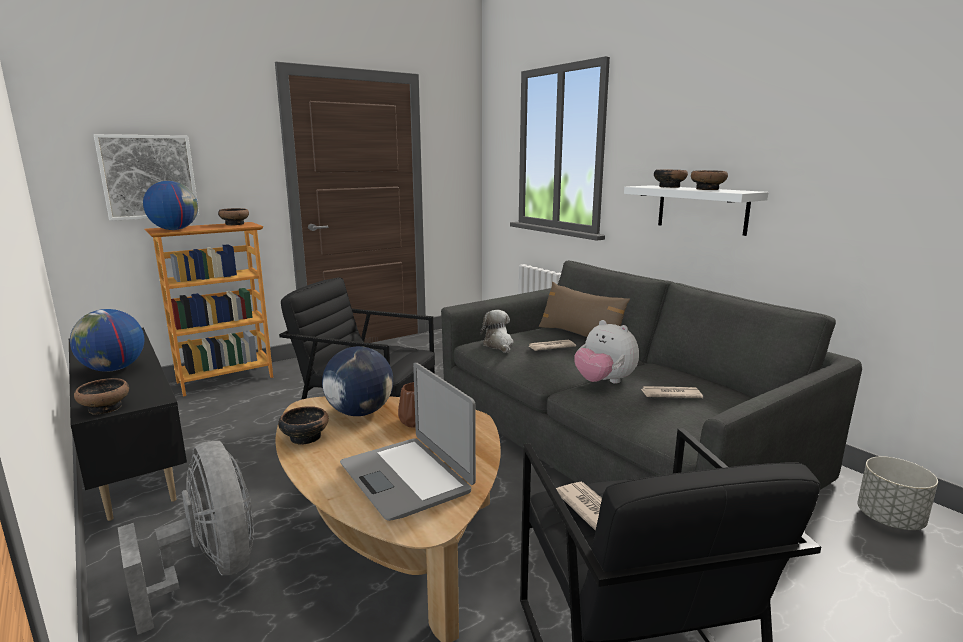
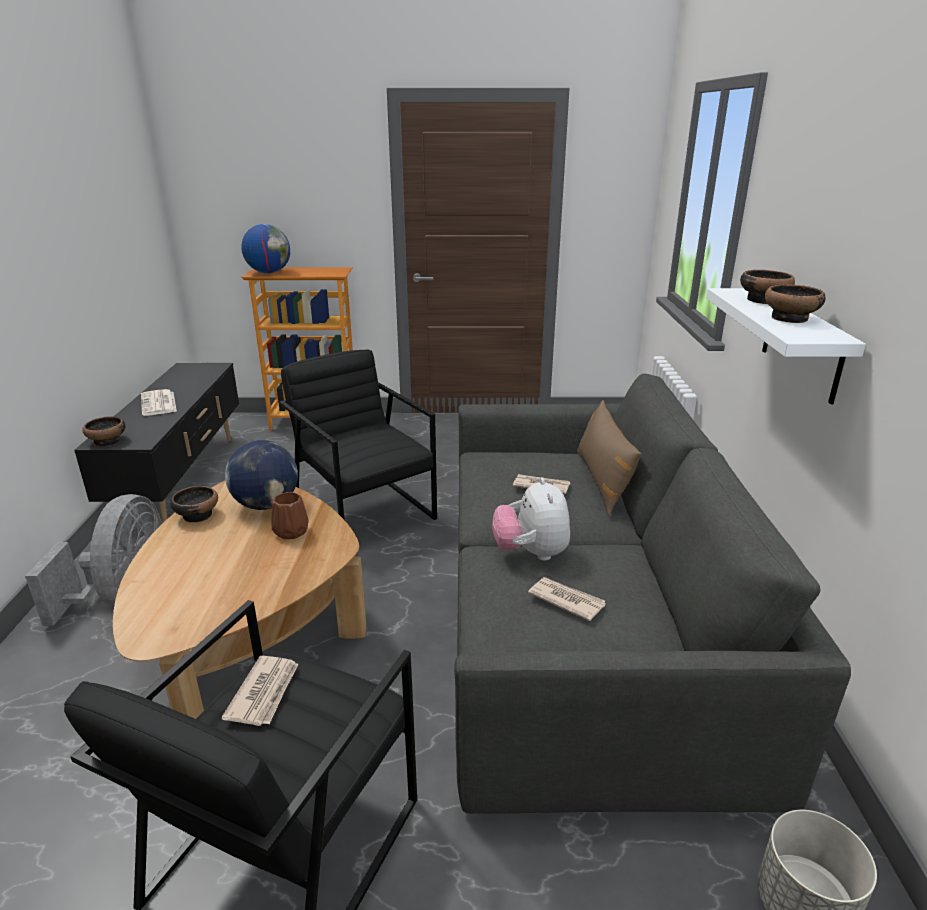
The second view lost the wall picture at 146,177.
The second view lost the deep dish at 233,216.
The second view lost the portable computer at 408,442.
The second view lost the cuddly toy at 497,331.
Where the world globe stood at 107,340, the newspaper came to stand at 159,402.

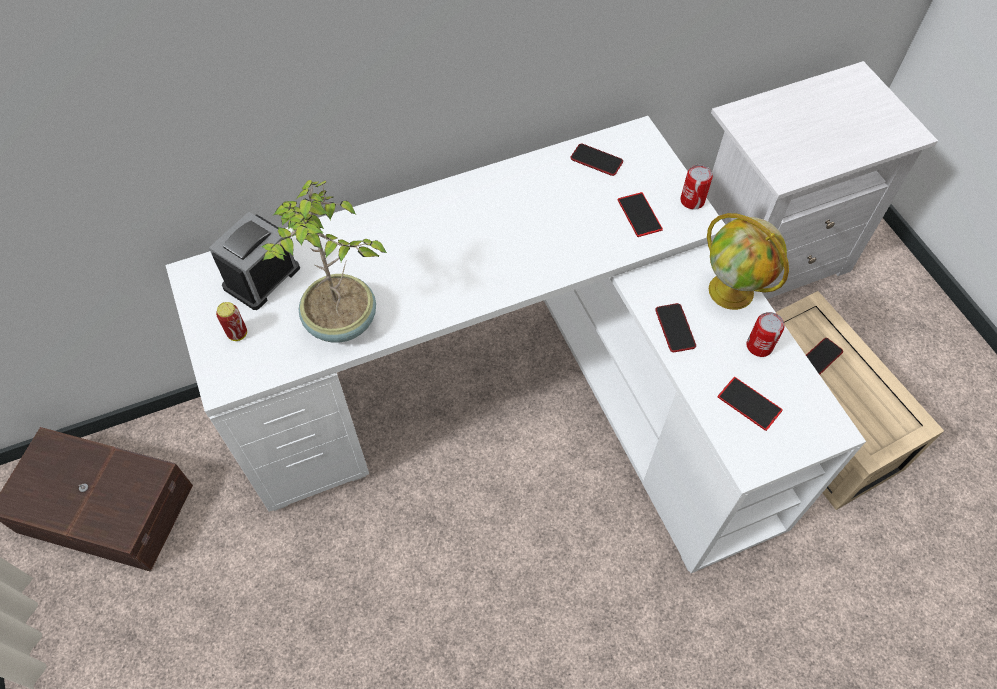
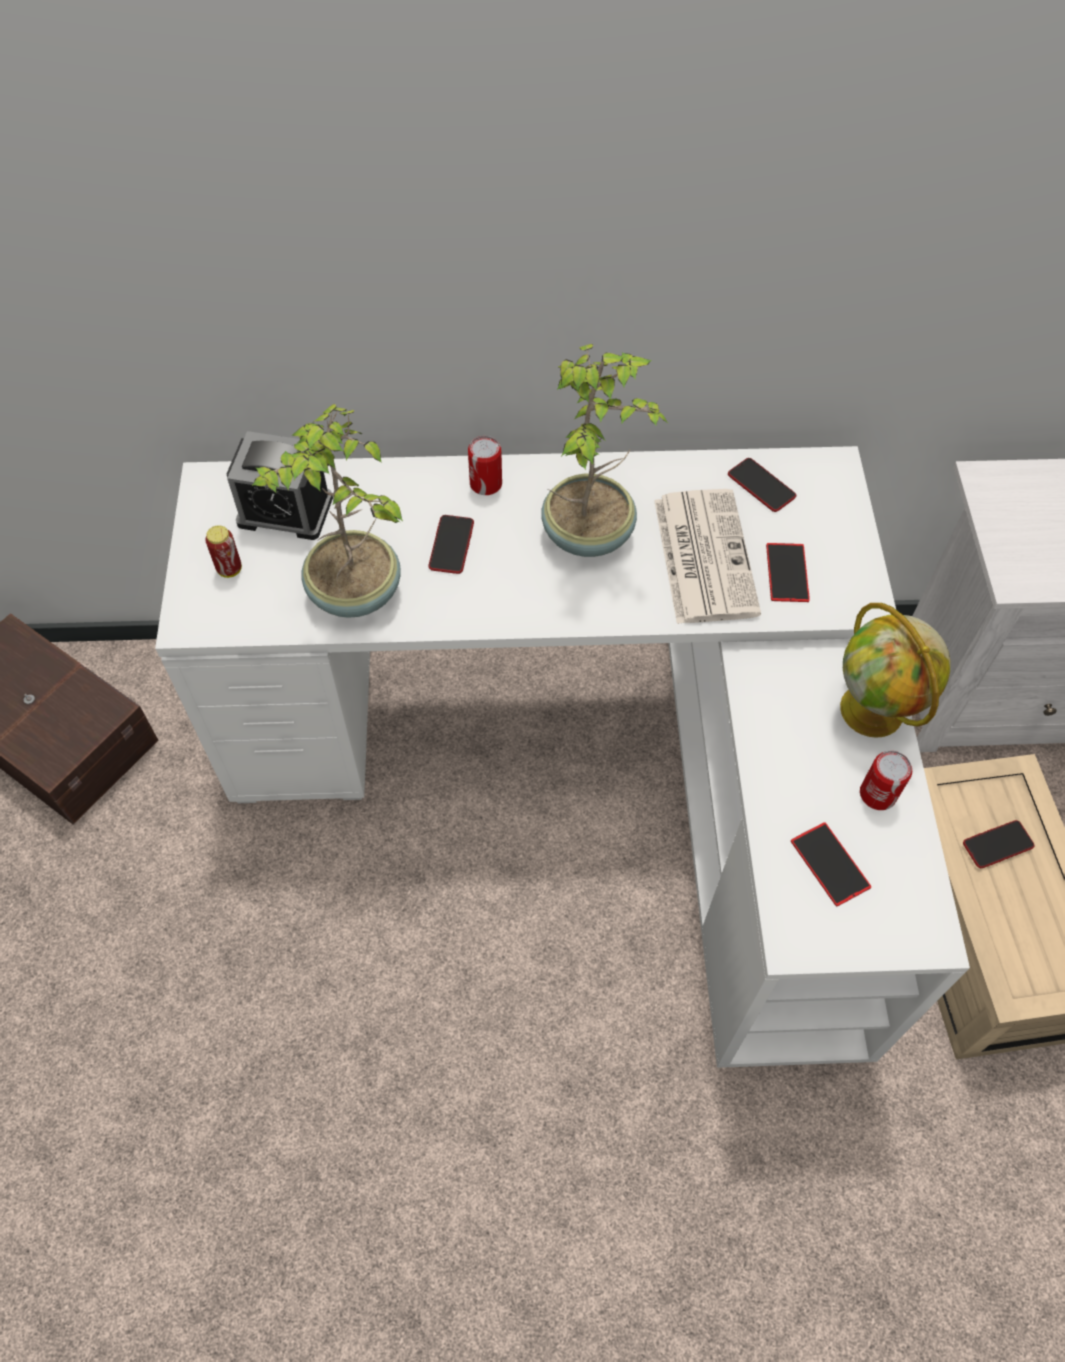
The second view gained the plant in a pot at 605,450.
The second view gained the newspaper at 707,556.
The phone ended up elsewhere, having gone from 676,327 to 451,544.
The metal can ended up elsewhere, having gone from 696,187 to 485,465.
The table clock at 254,261 ended up facing another way, 135 degrees counterclockwise from before.

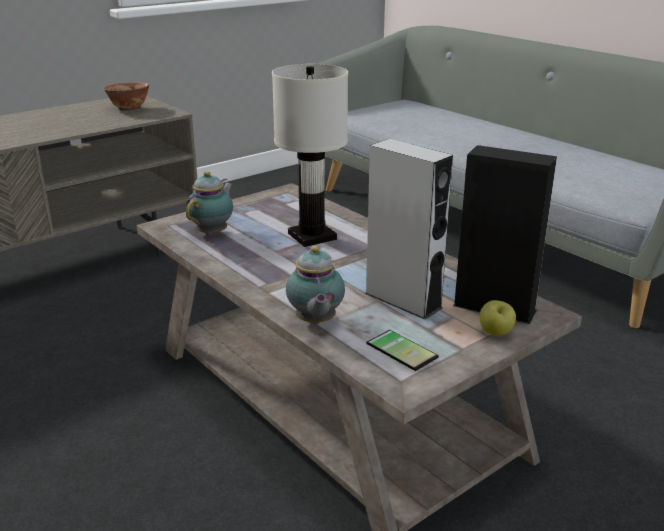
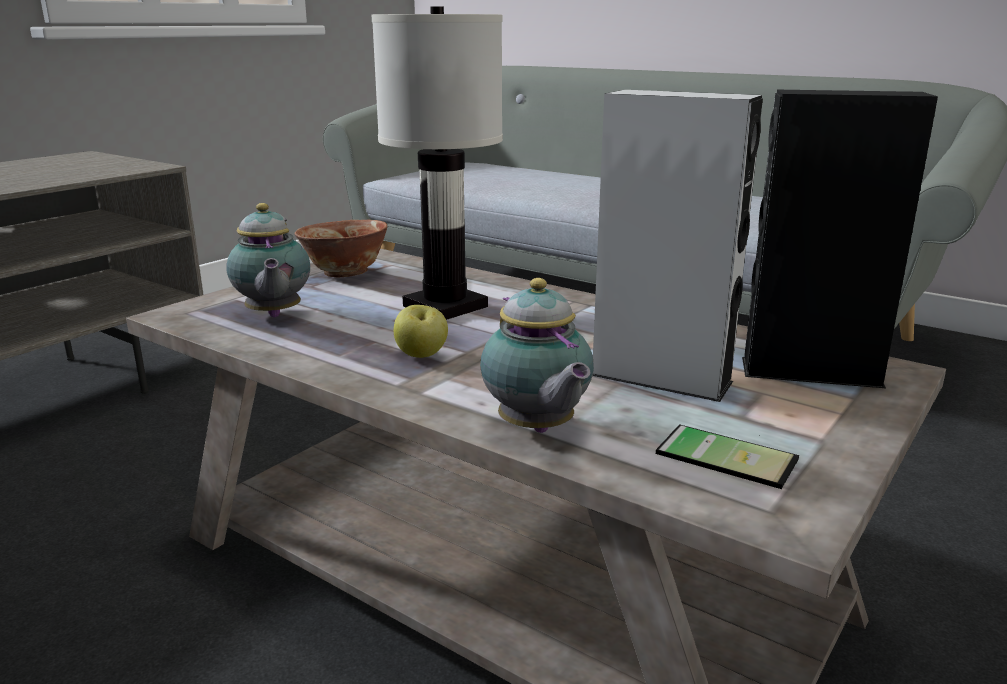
The deep dish ended up elsewhere, having gone from 126,96 to 341,248.
The apple fruit ended up elsewhere, having gone from 497,318 to 421,331.
The pot for tea at 209,203 ended up facing another way, 150 degrees clockwise from before.

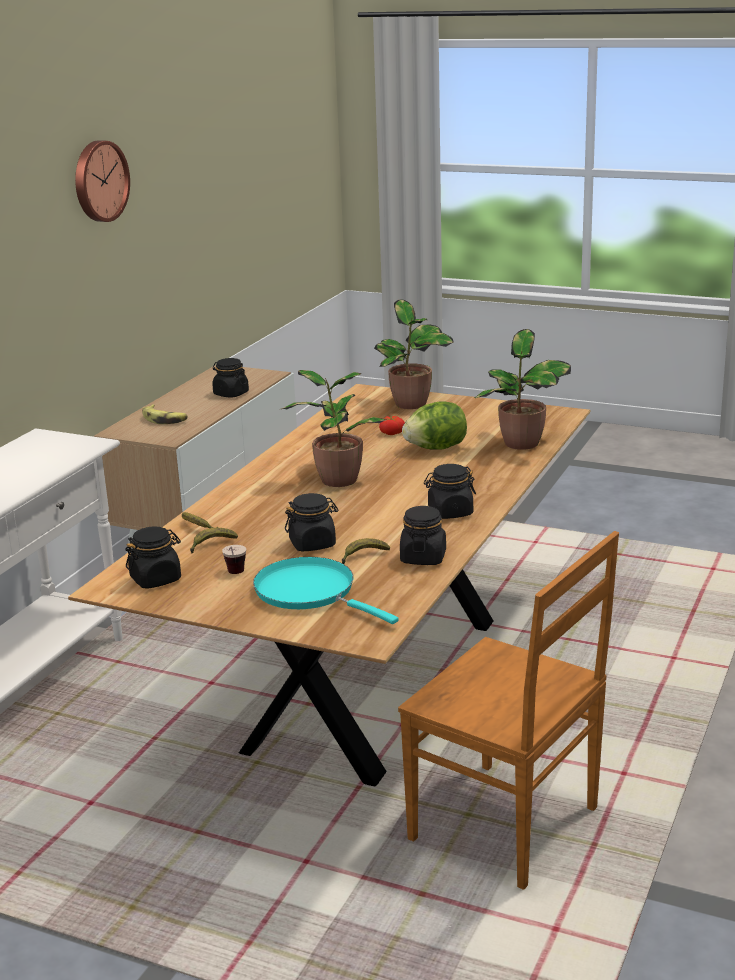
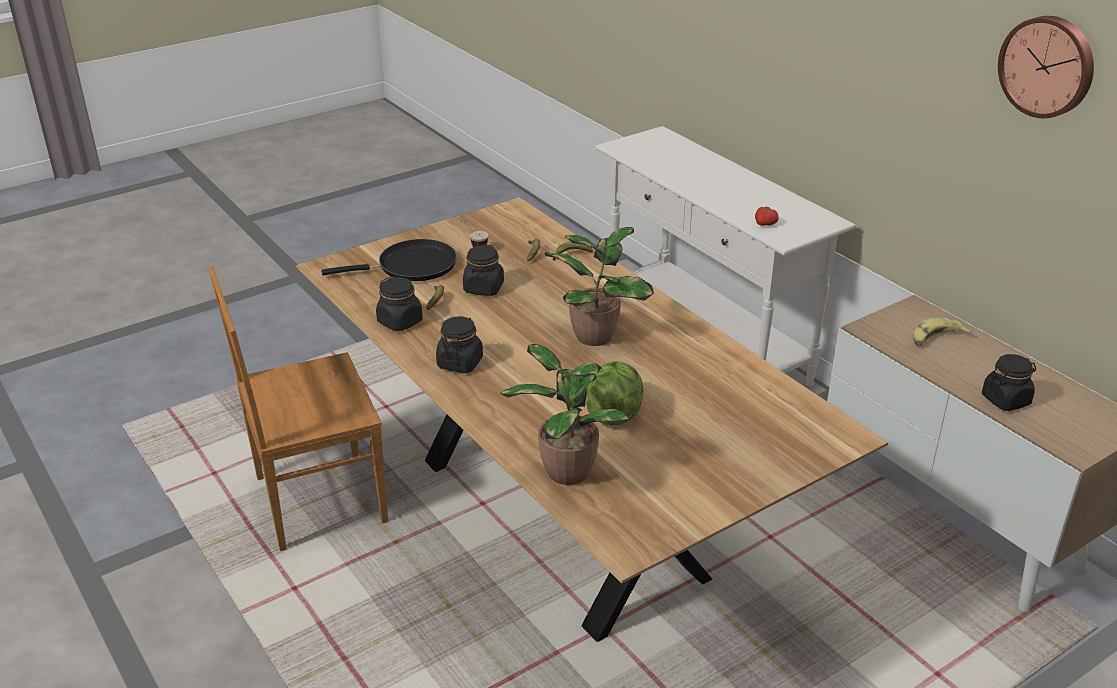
The second view lost the black preserve jar at 153,557.
The second view lost the plant in a pot at 414,354.
The whole tomato ended up elsewhere, having gone from 392,425 to 767,216.
What was the turquoise frying pan at 326,590 turned into the black frying pan at 389,260.

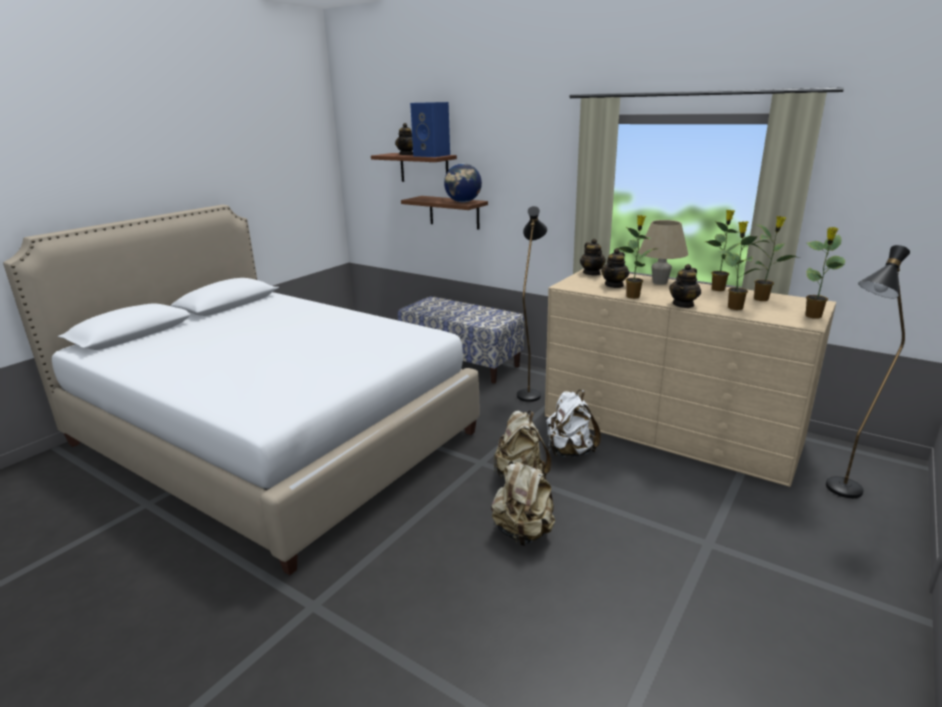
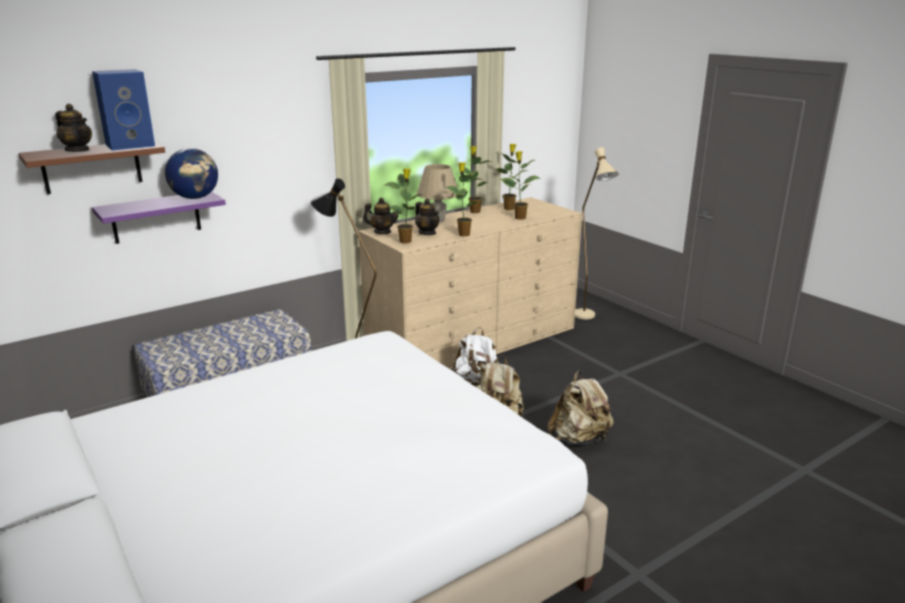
The second view lost the pot for tea at 685,286.
The plant in a pot ended up elsewhere, having gone from 825,273 to 403,206.
What was the brownish shelf at 444,213 turned into the purplish shelf at 159,218.
What was the black standing lamp at 868,371 turned into the sand-coloured standing lamp at 597,233.

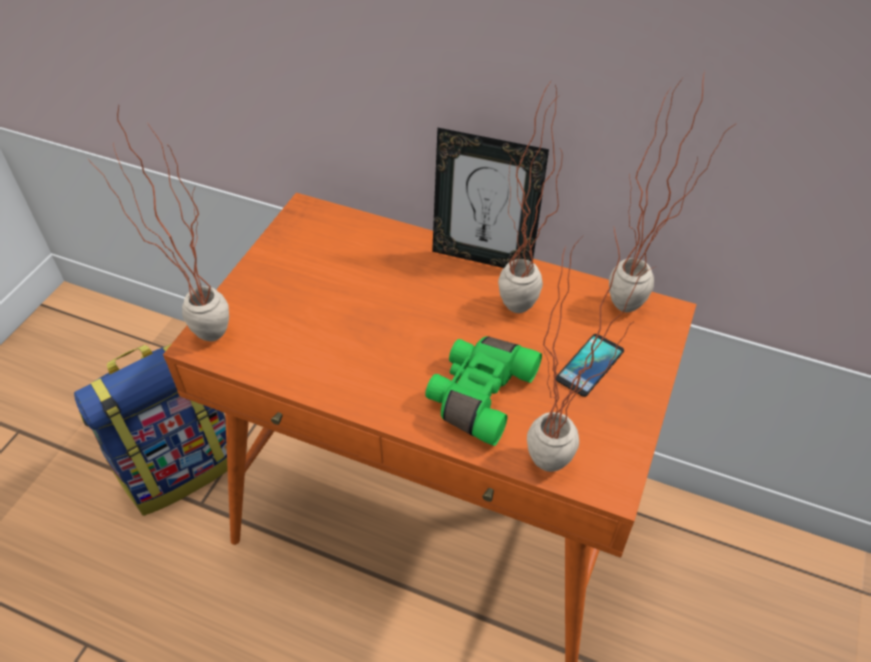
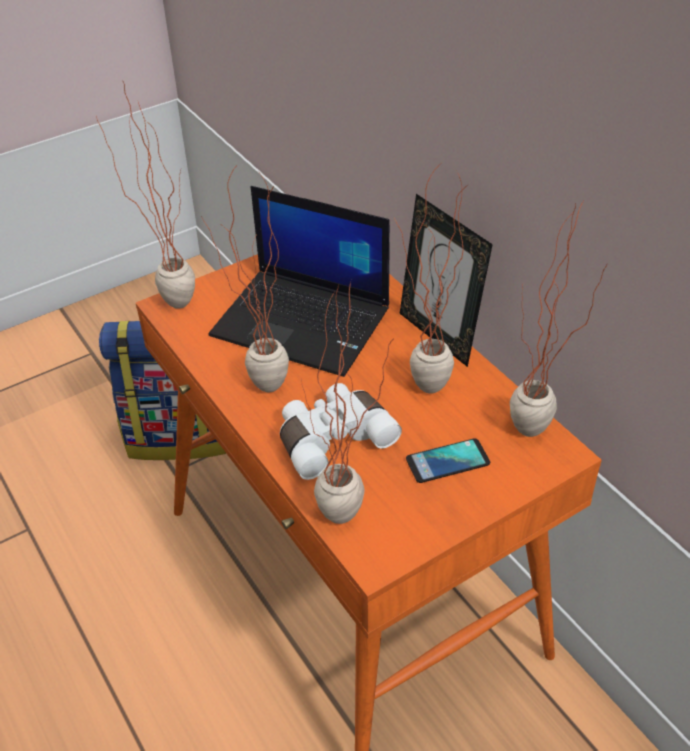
The second view gained the plant in a pot at 245,277.
The second view gained the portable computer at 299,281.
What was the green field glasses at 483,391 turned into the white-coloured field glasses at 341,431.

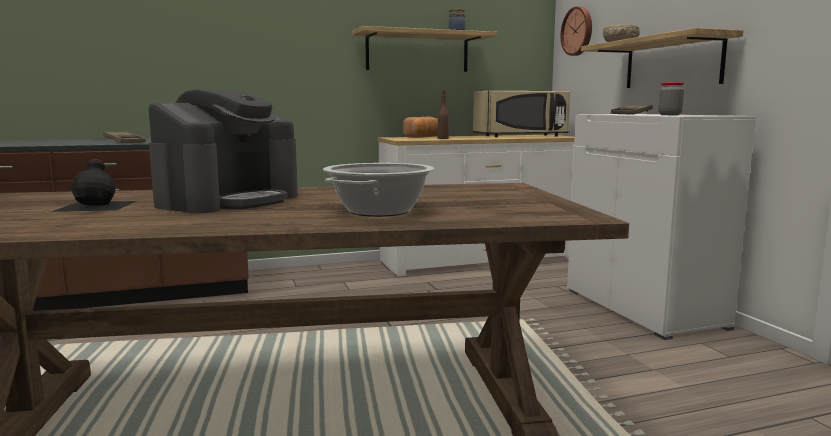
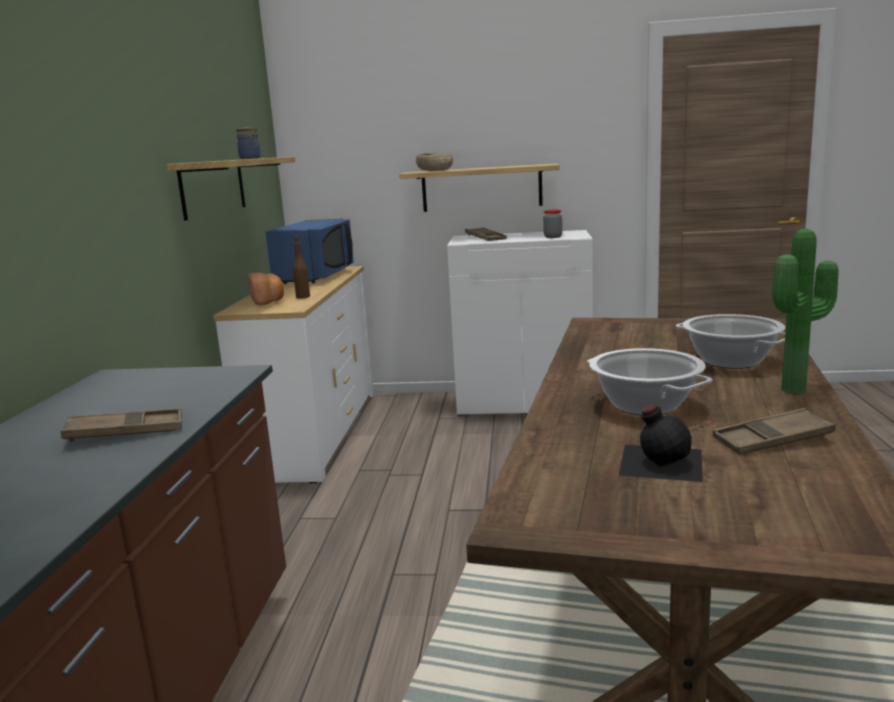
The second view lost the clock on the wall at 576,31.
The second view gained the brownish tray at 774,431.
The second view gained the plant in a pot at 805,311.
Where the coffee maker stood at 223,151, the stockpot came to stand at 650,382.
What was the sand-coloured microwave oven at 521,114 turned into the blue-coloured microwave oven at 310,251.

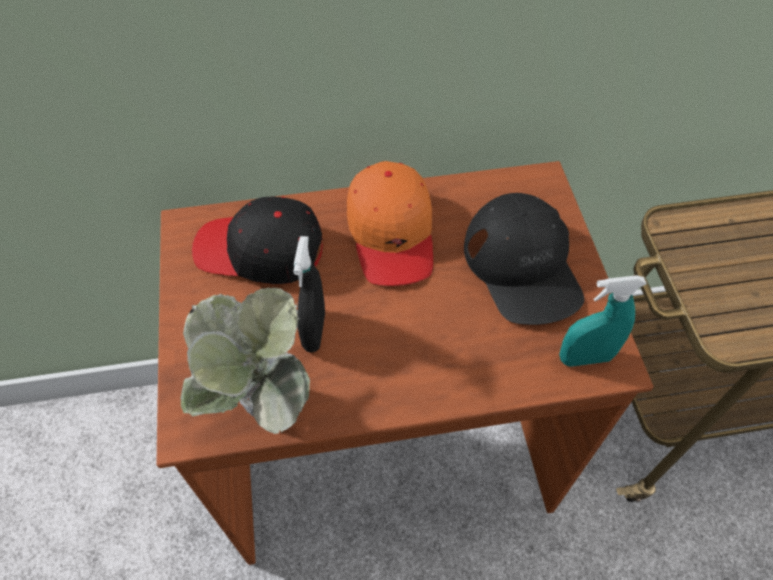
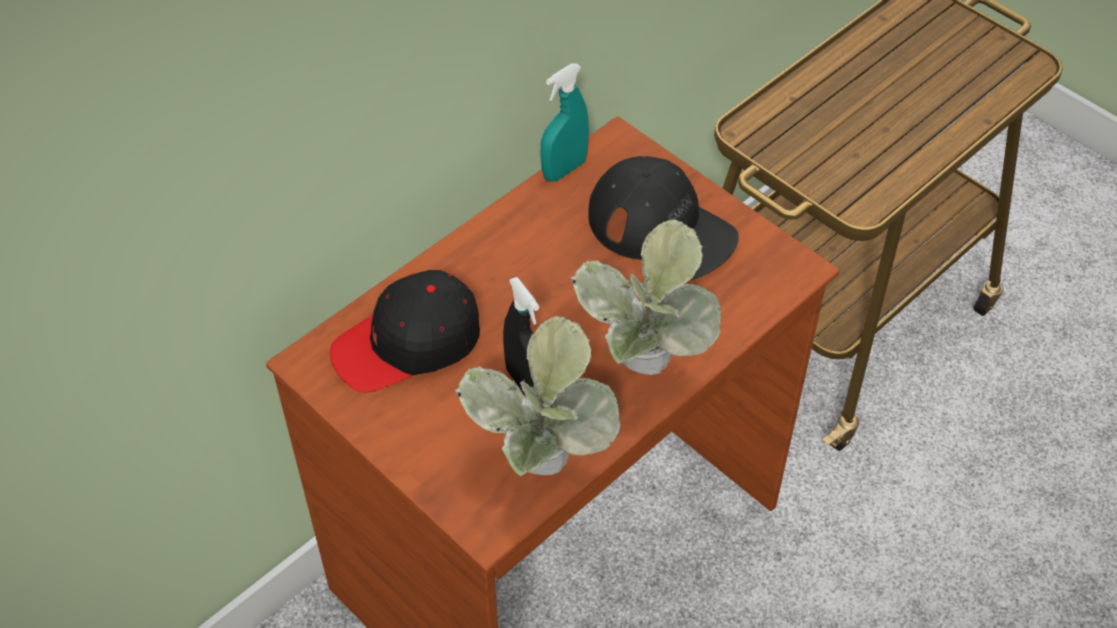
The second view lost the orange peaked cap at 390,223.
The second view gained the plant in a pot at 645,297.
The turquoise spray bottle ended up elsewhere, having gone from 603,321 to 564,122.

